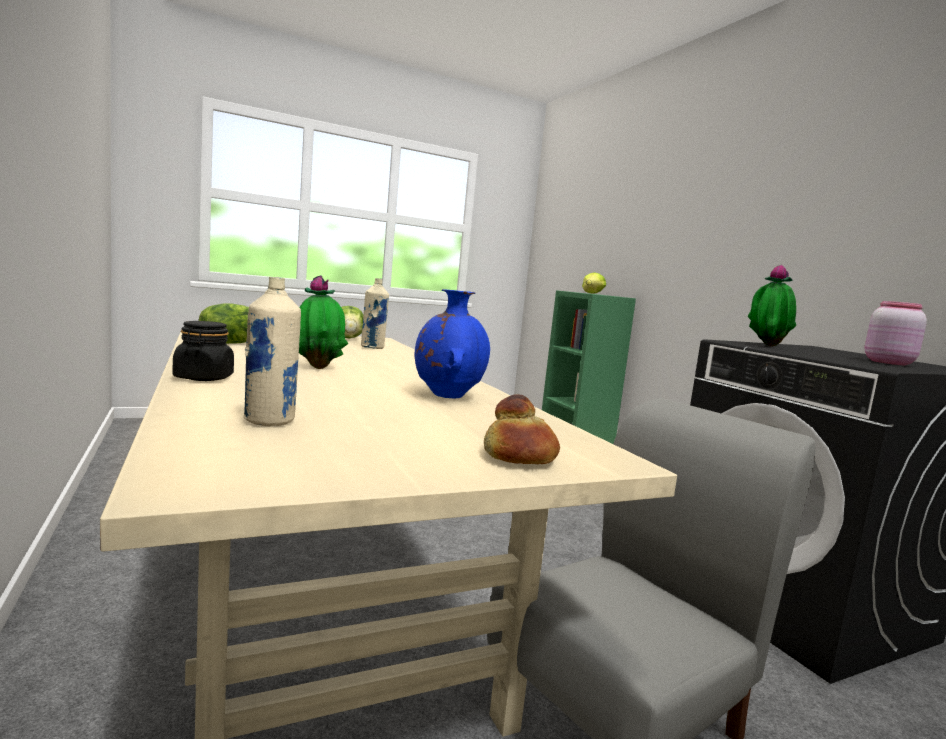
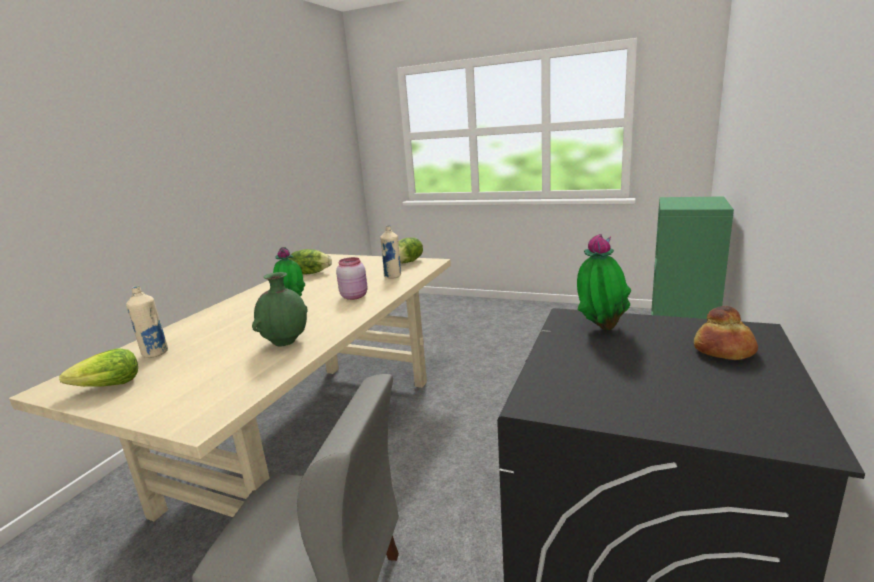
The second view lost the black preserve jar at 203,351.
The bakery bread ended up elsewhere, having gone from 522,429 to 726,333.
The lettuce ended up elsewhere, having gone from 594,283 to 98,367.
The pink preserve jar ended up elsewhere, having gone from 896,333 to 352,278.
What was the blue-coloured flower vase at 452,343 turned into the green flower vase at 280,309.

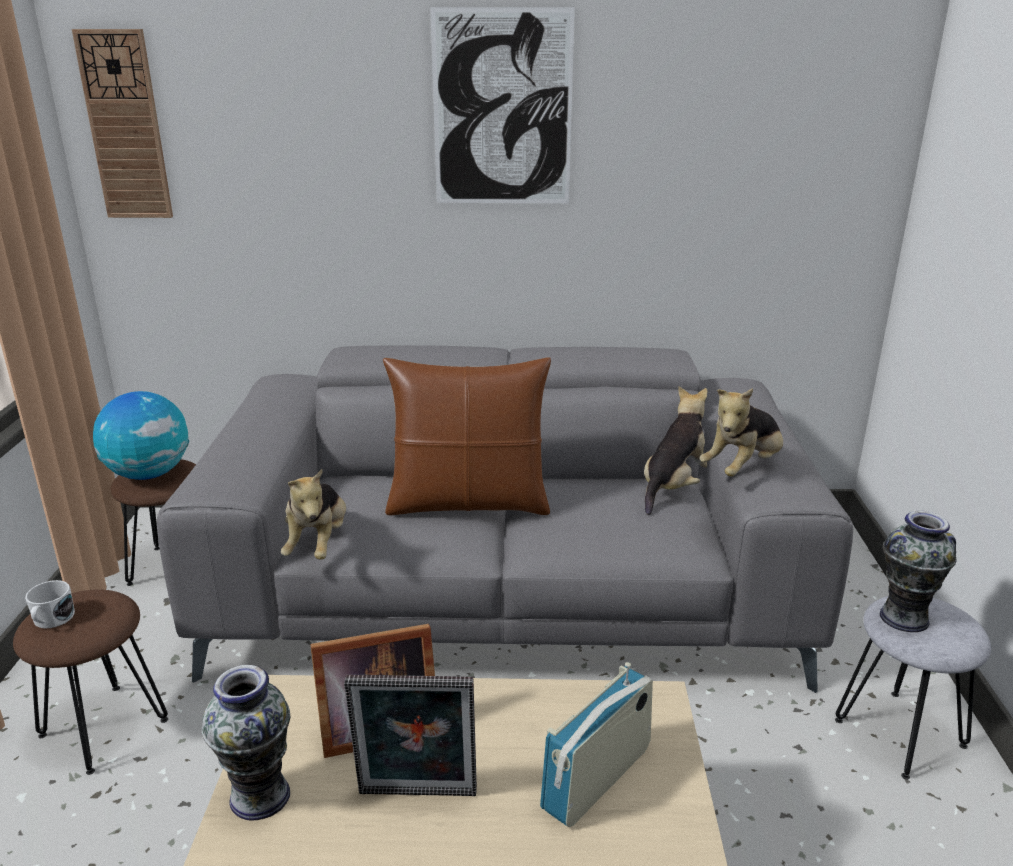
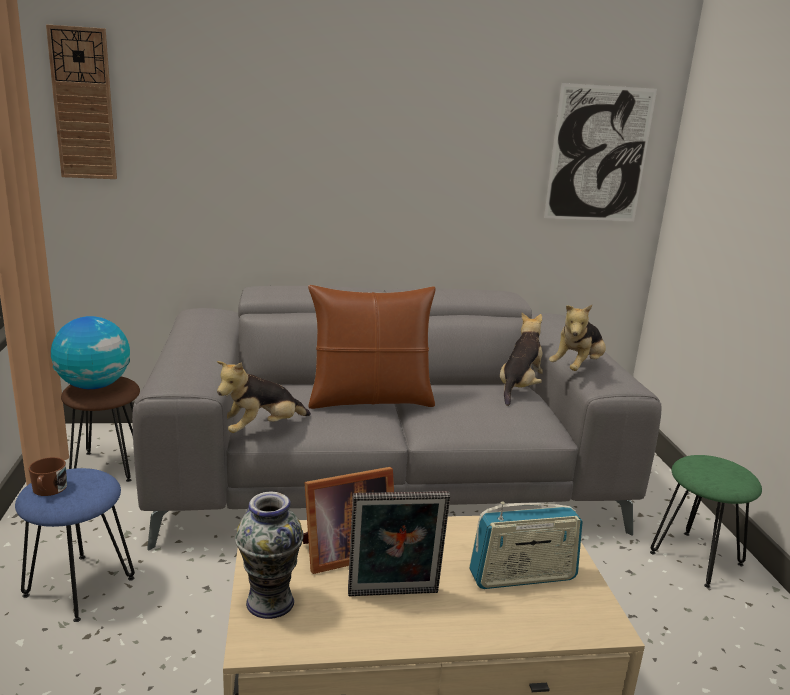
The second view lost the flower vase at 918,571.
The wall picture ended up elsewhere, having gone from 502,105 to 600,152.
What was the brownish stool at 90,682 turned into the blue-coloured stool at 75,545.
What was the white-coloured mug at 50,604 turned into the brownish mug at 48,476.
What was the greyish stool at 913,688 turned into the green stool at 706,521.
The cuddly toy at 313,514 ended up facing another way, 60 degrees clockwise from before.
The radio receiver at 596,744 ended up facing another way, 135 degrees counterclockwise from before.

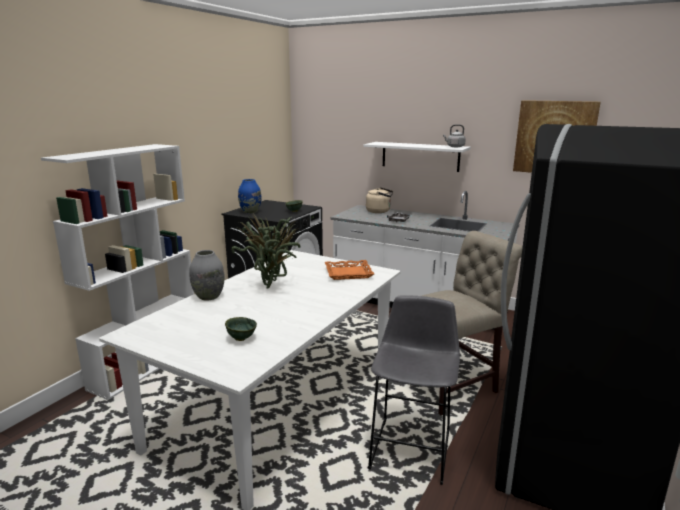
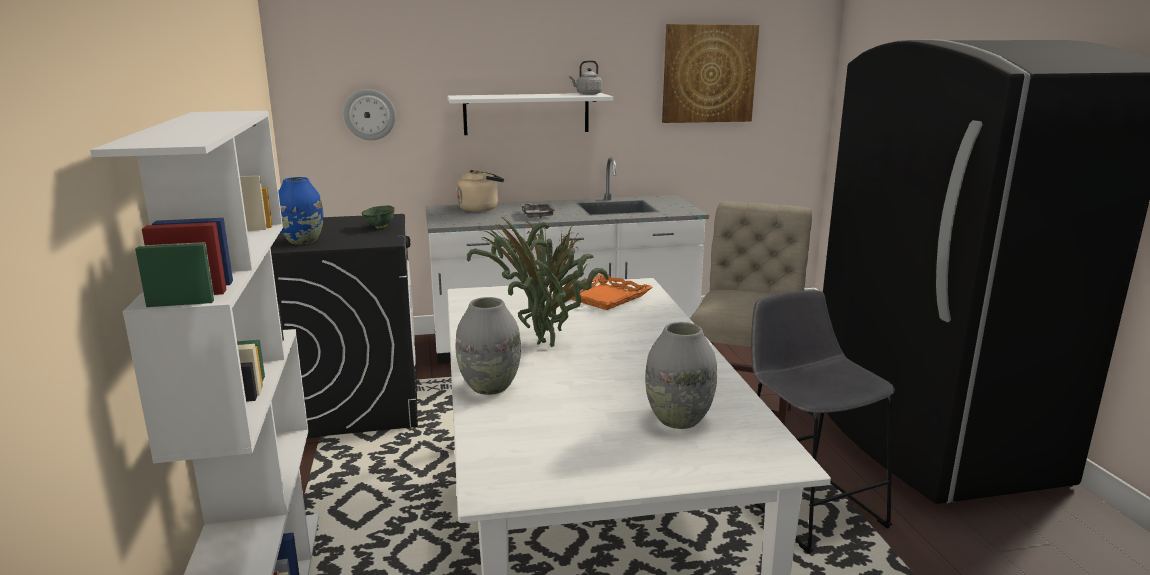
The second view gained the clock on the wall at 370,114.
Where the green deep dish stood at 241,329, the greyish flower vase came to stand at 681,375.

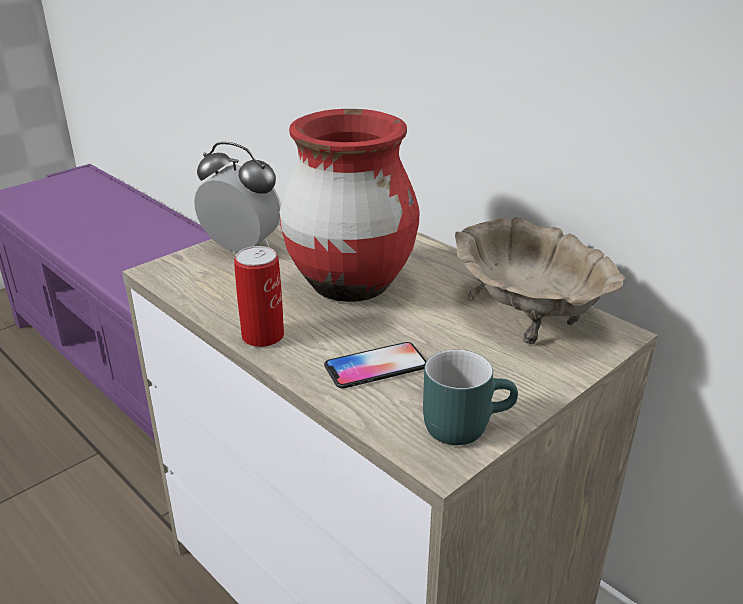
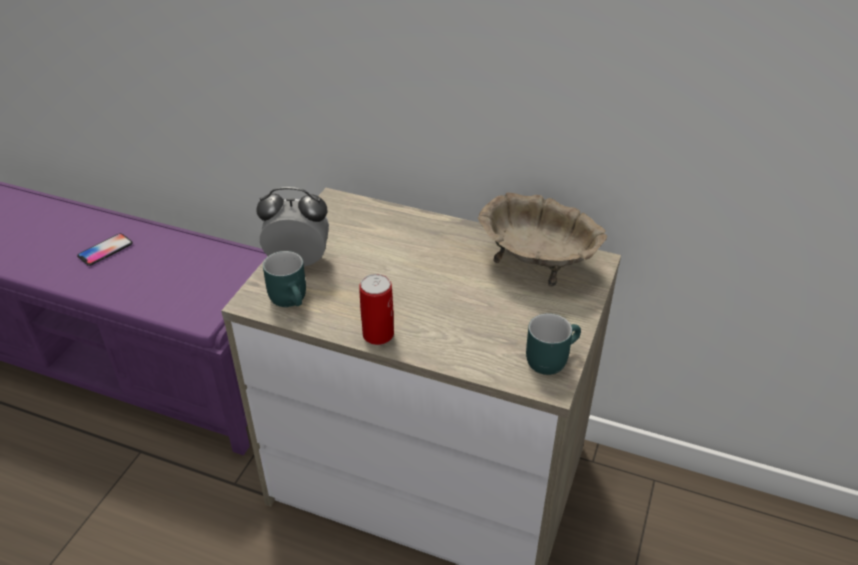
The second view lost the red-coloured flower vase at 349,205.
The second view gained the turquoise mug at 284,279.
The phone ended up elsewhere, having gone from 375,365 to 105,249.

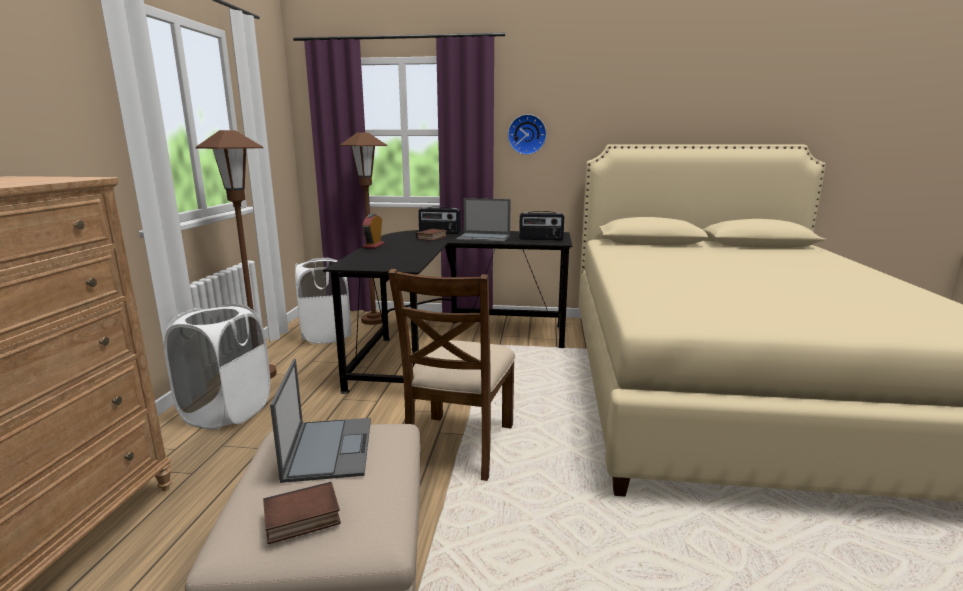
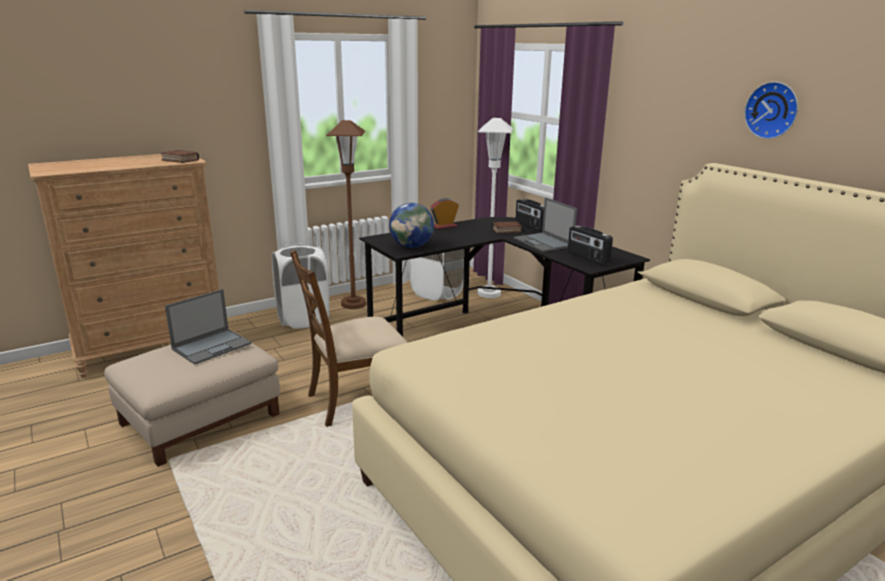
The second view gained the world globe at 411,225.
The bound book ended up elsewhere, having gone from 302,513 to 179,156.
The clock on the wall ended up elsewhere, having gone from 527,134 to 771,110.
What was the brownish standing lamp at 363,229 turned into the white-coloured standing lamp at 495,208.

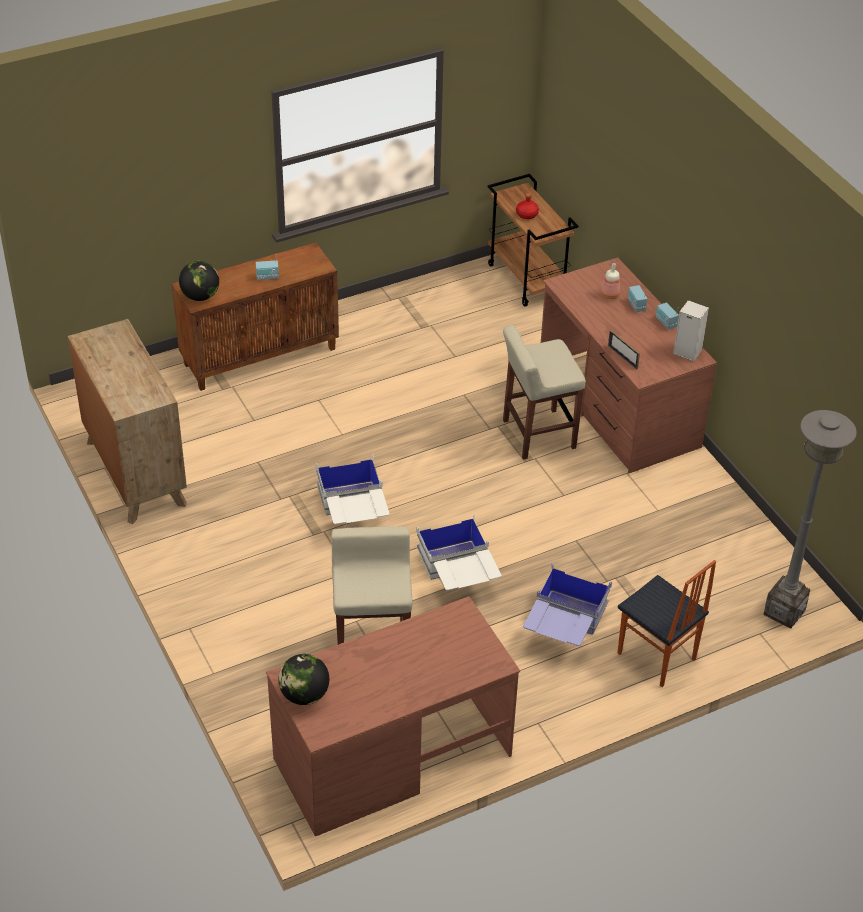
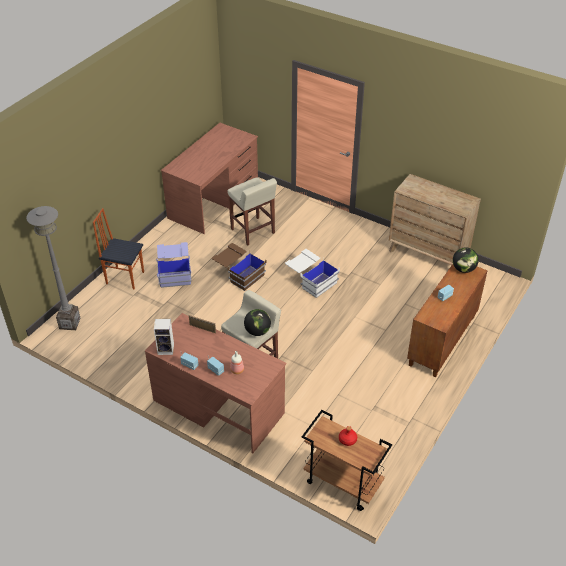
The world globe ended up elsewhere, having gone from 303,679 to 257,322.
What was the white-coloured storage box at 459,552 turned into the brownish storage box at 239,267.

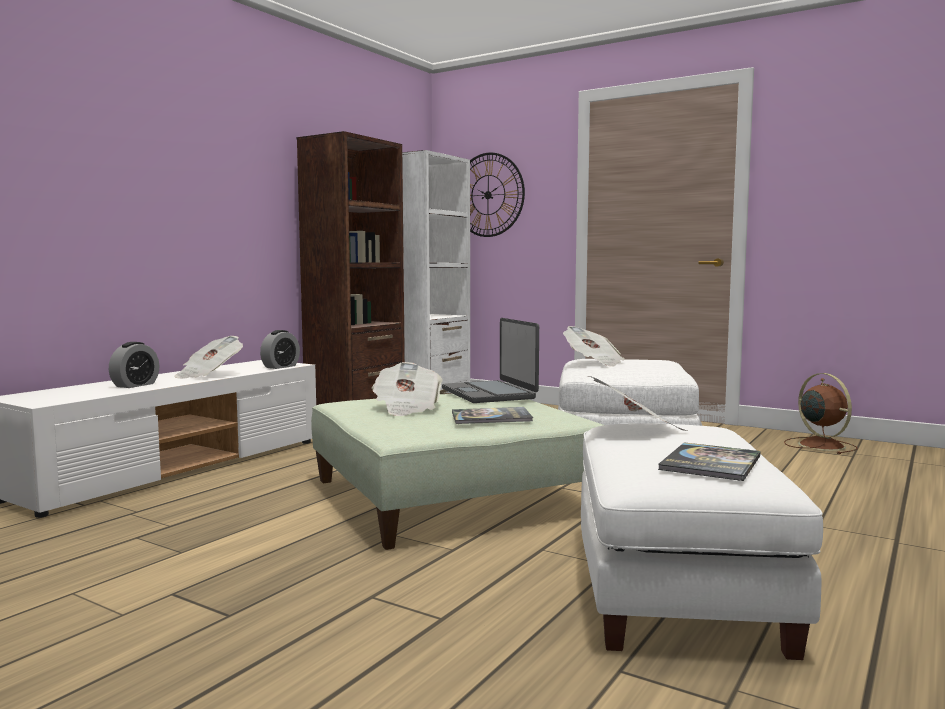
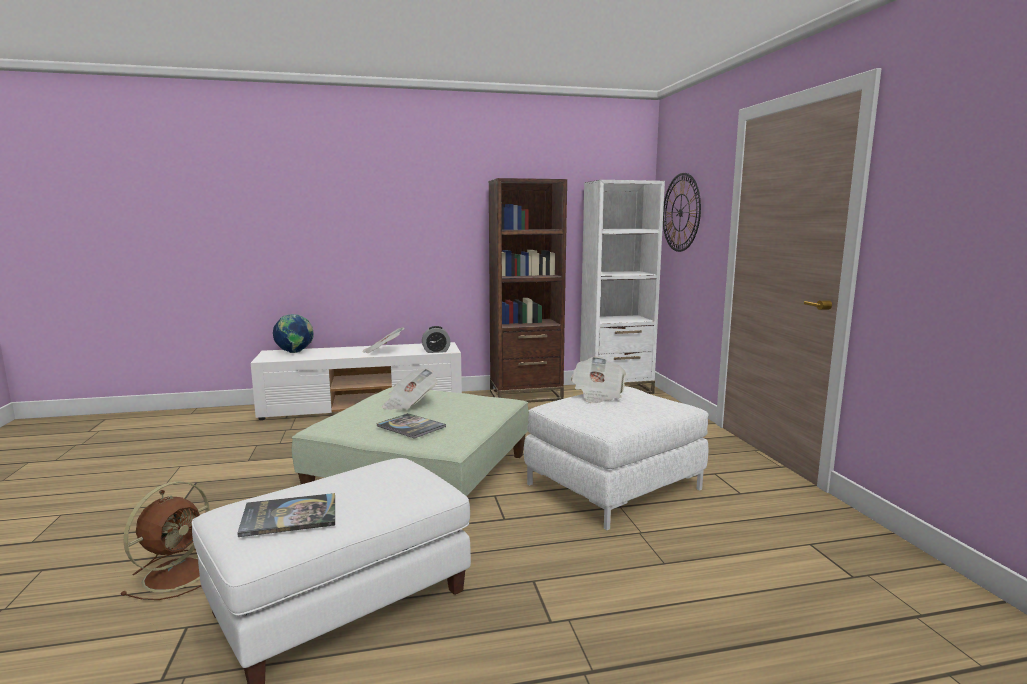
The second view lost the table clock at 134,365.
The second view lost the portable computer at 490,360.
The second view lost the newspaper at 638,403.
The second view gained the world globe at 293,333.
The brownish electric fan ended up elsewhere, having gone from 821,413 to 165,540.

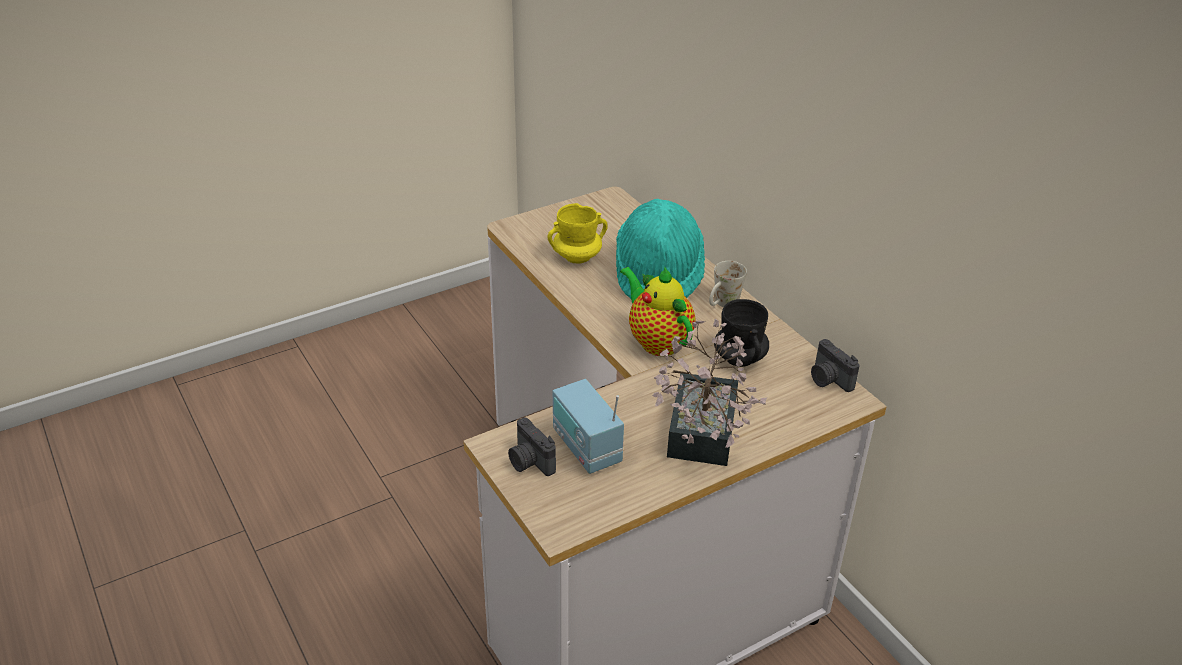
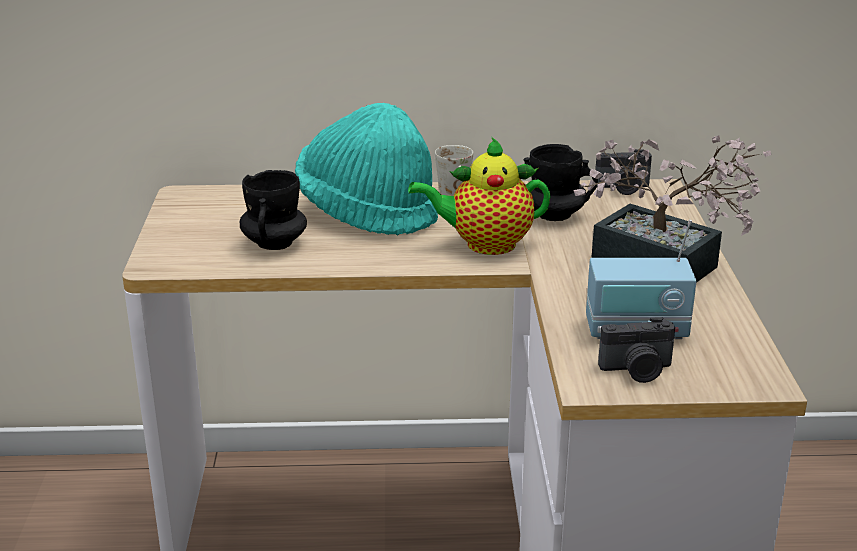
What was the yellow mug at 577,233 turned into the black mug at 273,210.

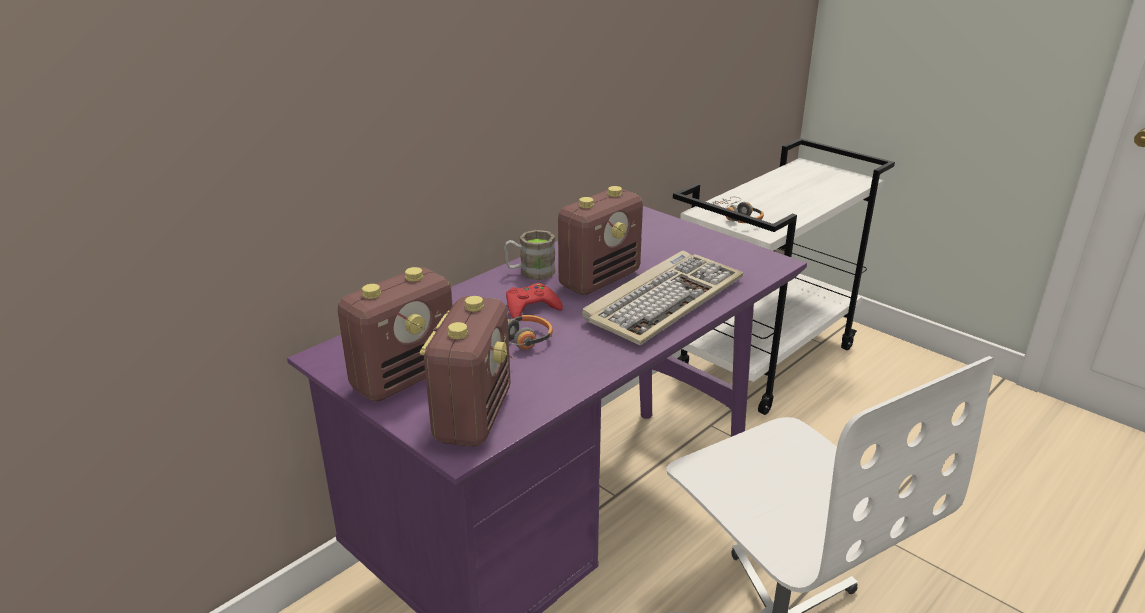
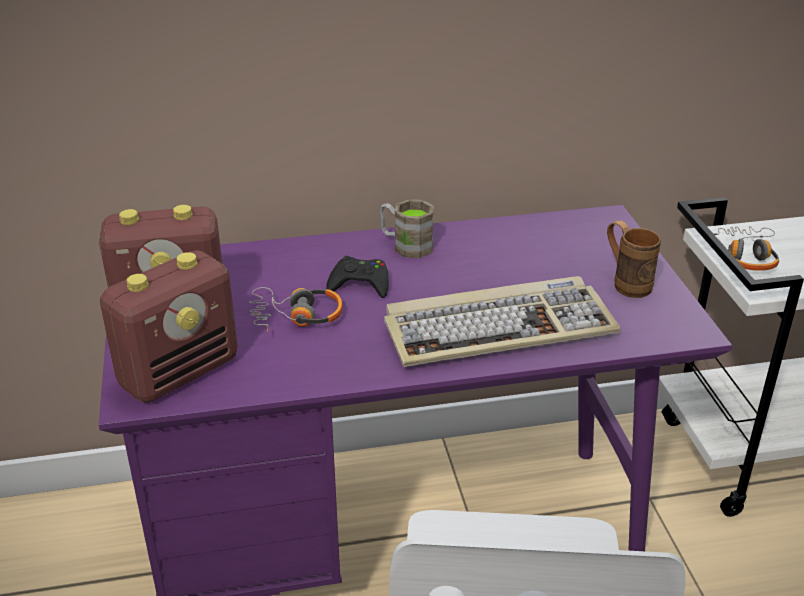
The second view lost the radio receiver at 600,240.
The second view gained the brownish mug at 634,259.
What was the red-coloured game controller at 534,301 turned into the black game controller at 357,277.

